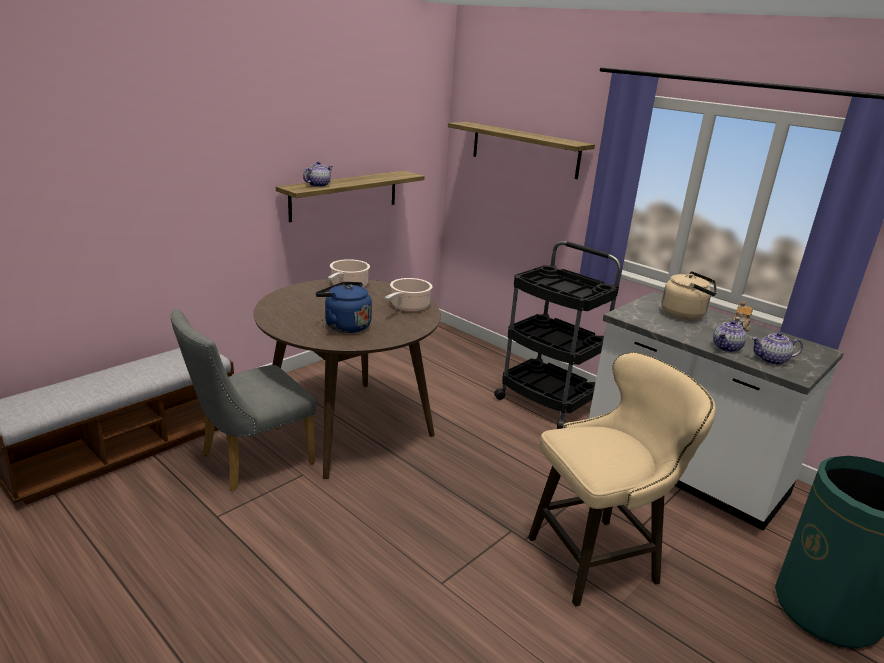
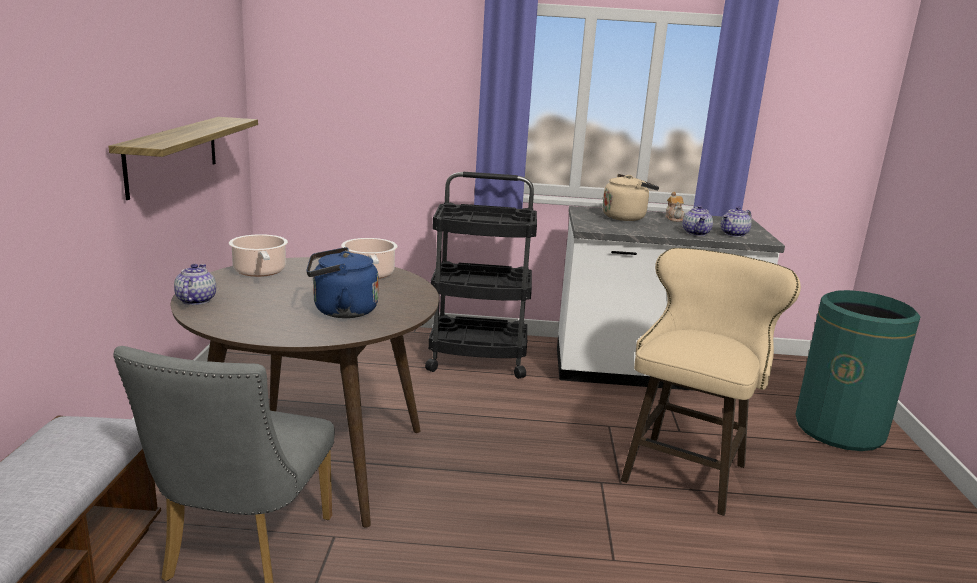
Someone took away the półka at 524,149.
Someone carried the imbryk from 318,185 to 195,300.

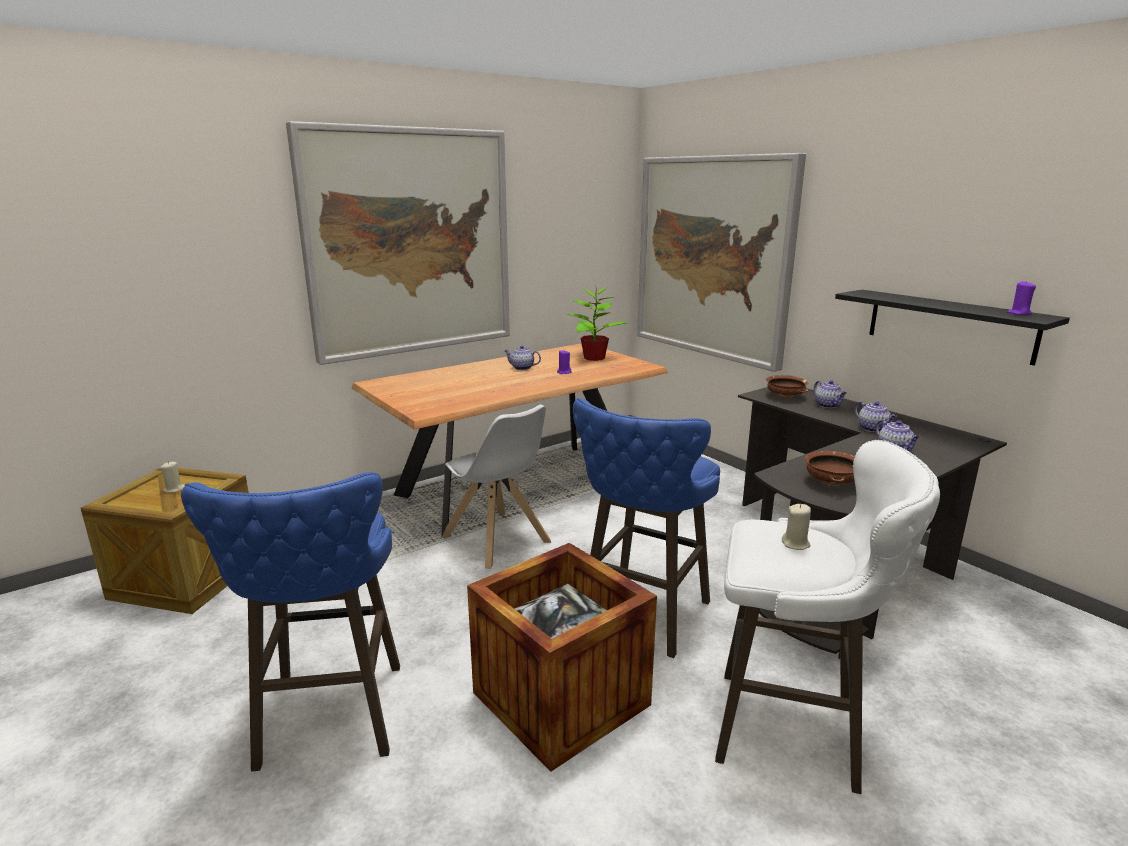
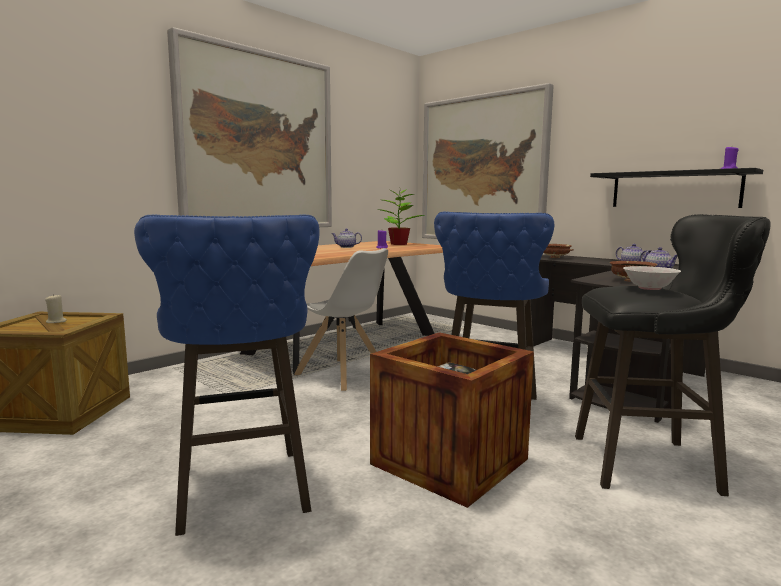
Someone took away the imbryk at 828,405.
Someone repainted the stołek/biały at 794,729, which became the stołek/czarny at 650,464.
Someone swapped the świeca/beżowy at 795,544 for the miska/biały at 649,288.

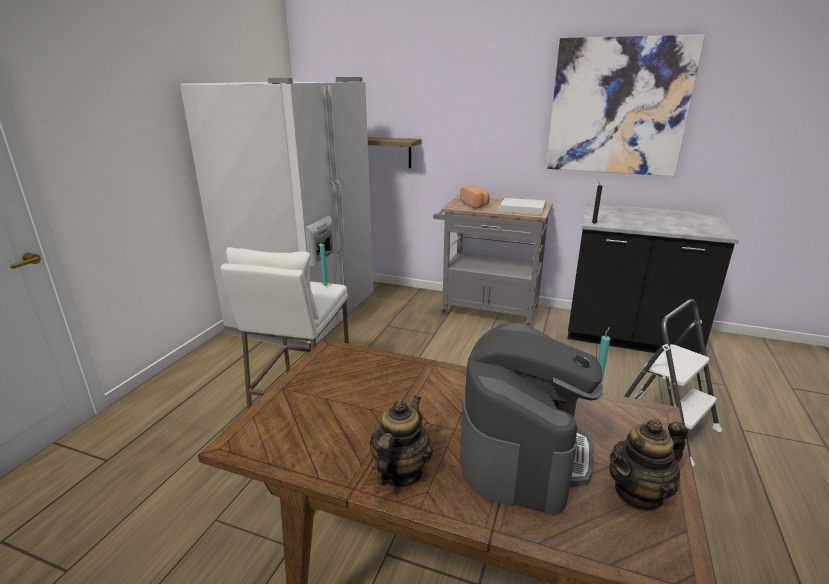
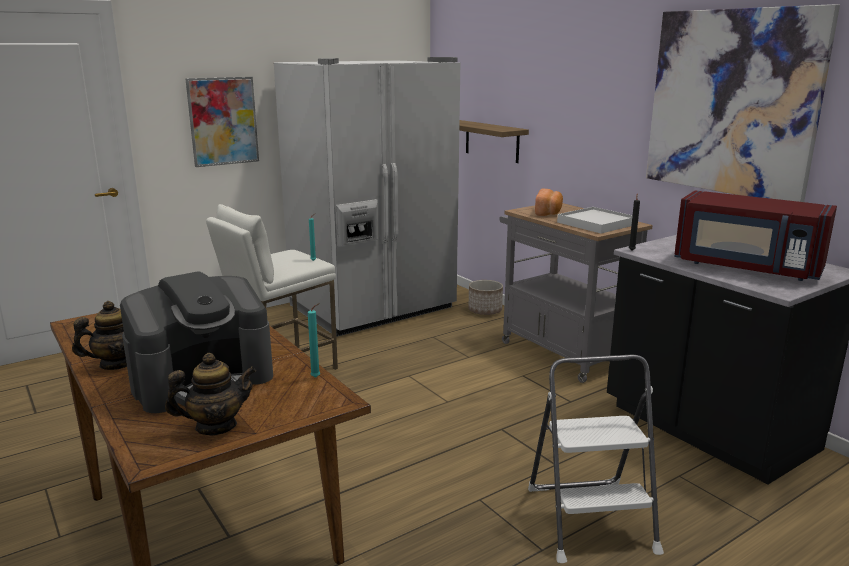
Someone rotated the imbryk at 639,493 by 150 degrees clockwise.
Someone put up the obraz at 223,121.
Someone put down the mikrofalówka/czerwony at 746,268.
Someone put down the donica at 485,311.

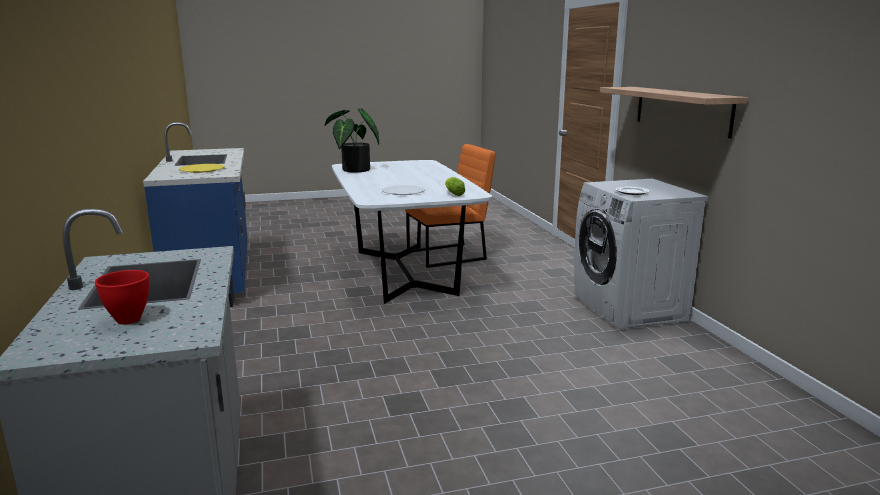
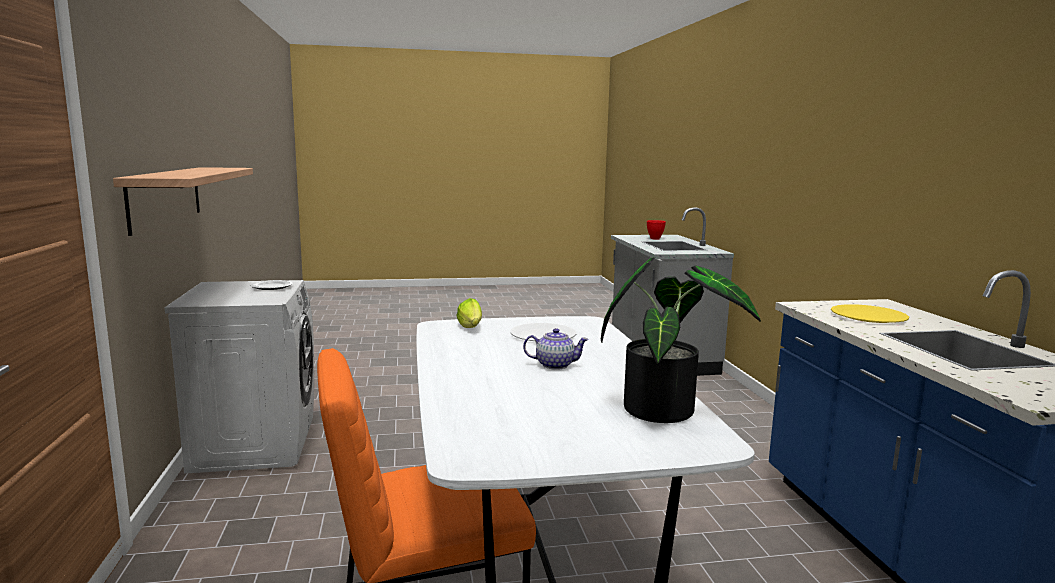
Someone put down the imbryk at 554,365.

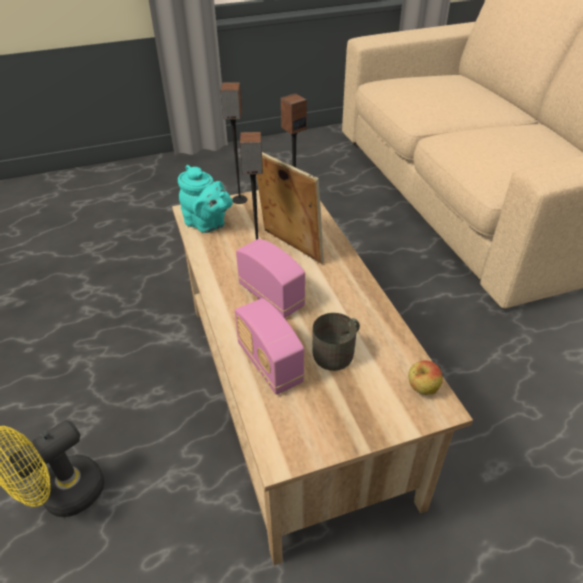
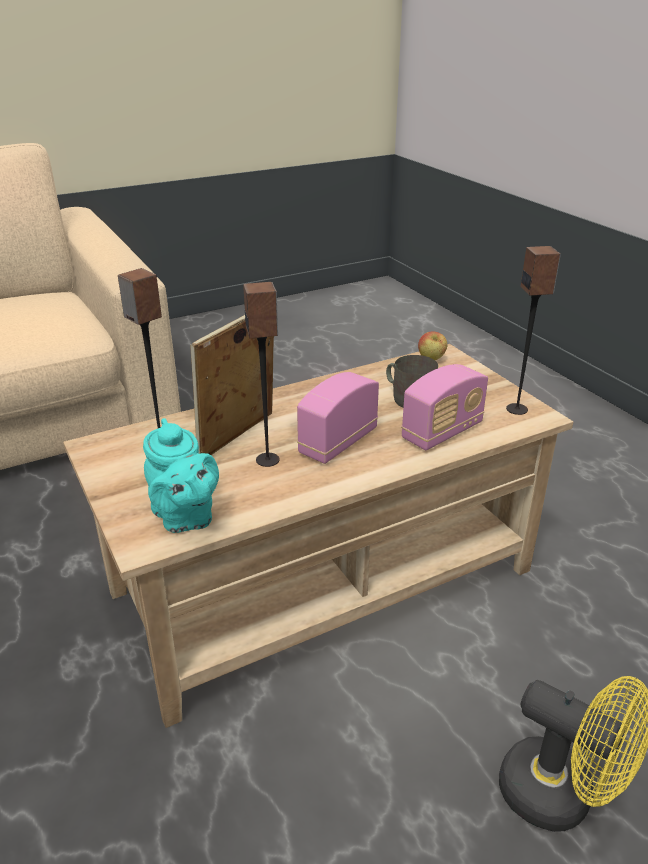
Someone carried the głośnik from 239,200 to 517,409.
Someone rotated the imbryk/turkusowy at 207,224 by 120 degrees clockwise.

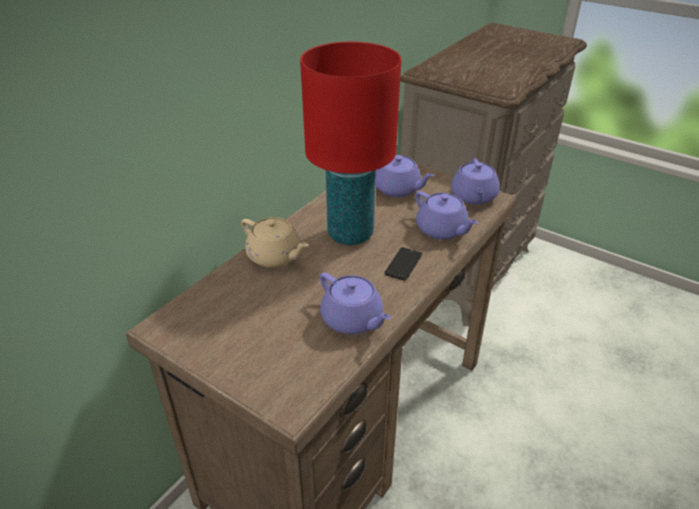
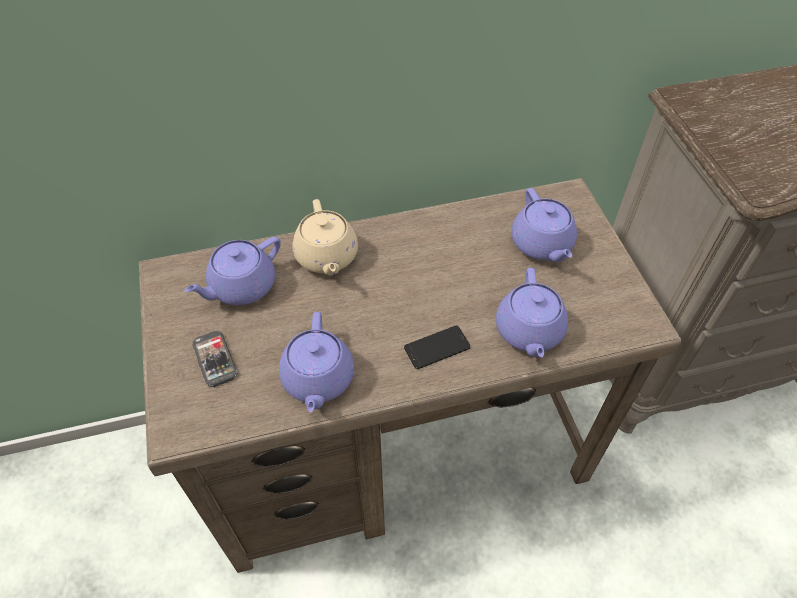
Someone took away the lampa stołowa/czerwony at 350,234.
Someone carried the imbryk/fioletowy from 473,197 to 241,286.
Someone put down the telefon at 215,359.

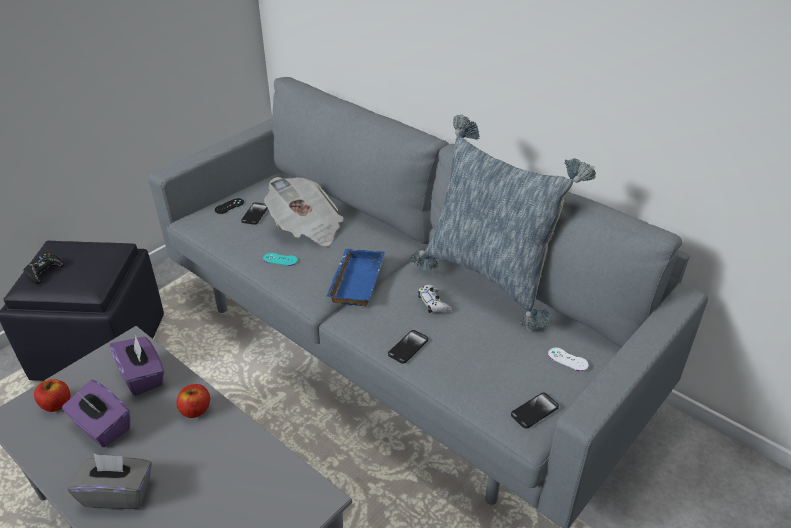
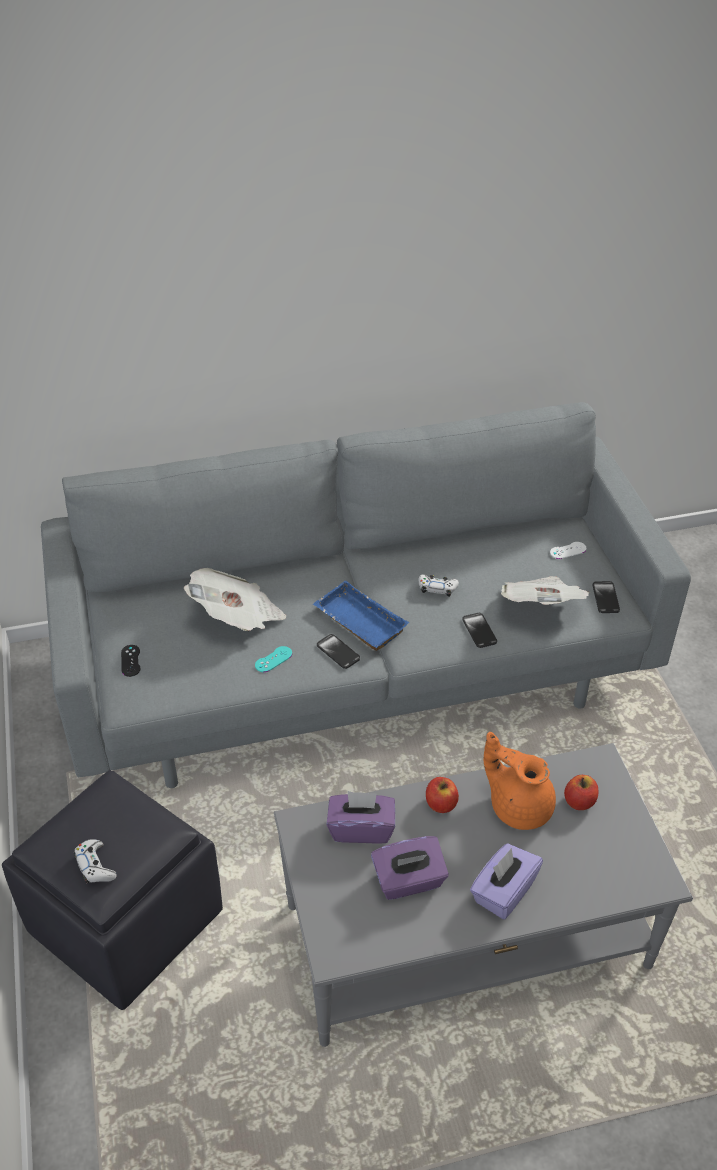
Someone took away the poduszka at 489,285.
Someone carried the telefon from 255,214 to 338,652.
Someone repainted the pad do gier/czarny at 44,272, which became the pad do gier/biały at 95,866.
Someone carried the jabłko from 56,404 to 579,801.
Someone repainted the pudełko chusteczek/szary at 118,493, which became the pudełko chusteczek/fioletowy at 503,892.
Someone put down the gazeta at 541,608.
Someone put down the imbryk/pomarańczowy at 518,806.

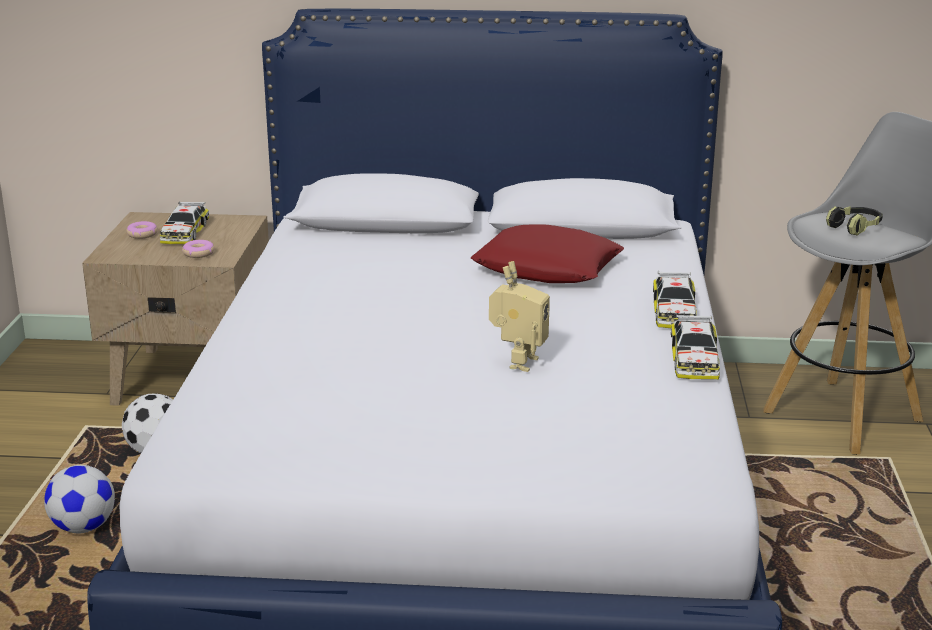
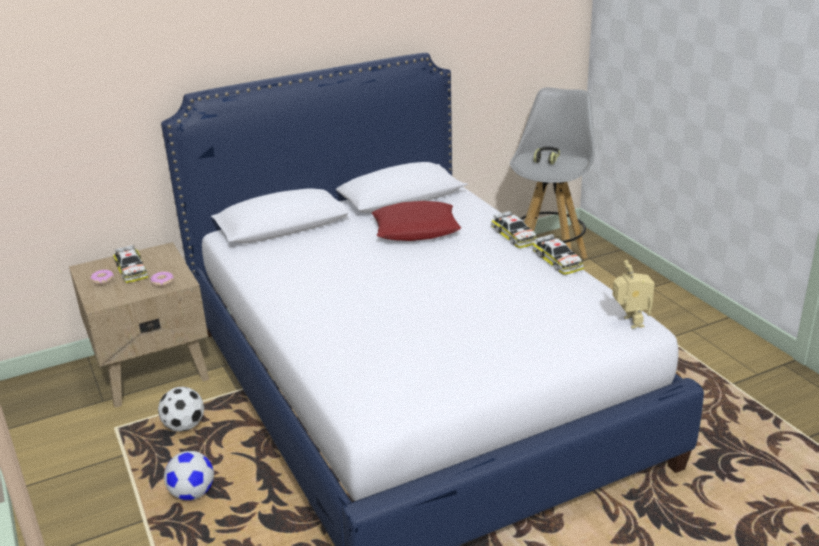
Someone carried the robot zabawkowy from 517,362 to 630,322.

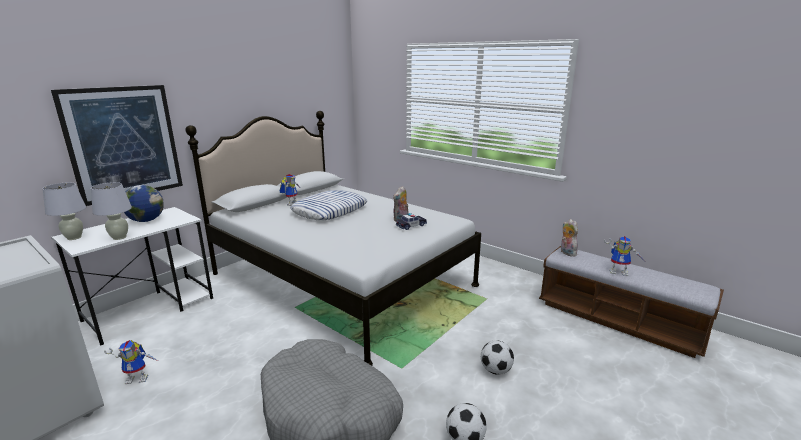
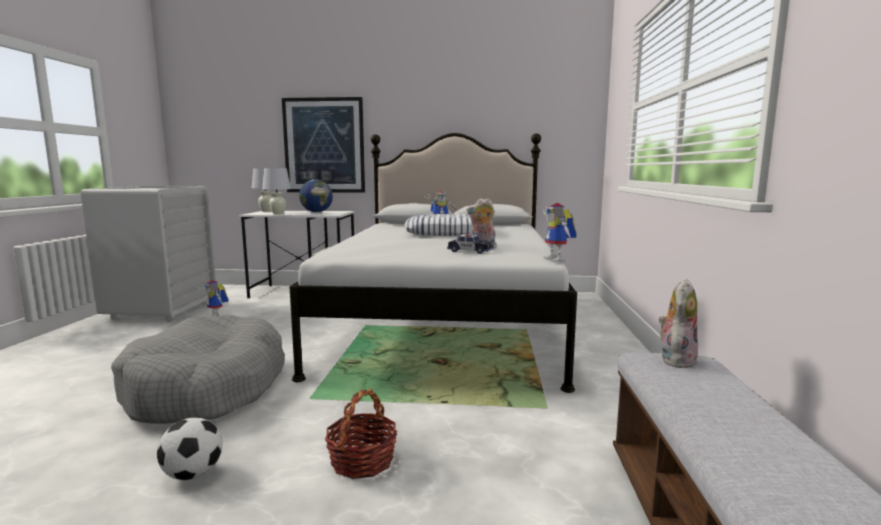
Someone carried the robot zabawkowy from 619,272 to 558,260.
Someone swapped the piłka futbolowa at 496,370 for the koszyk at 362,461.

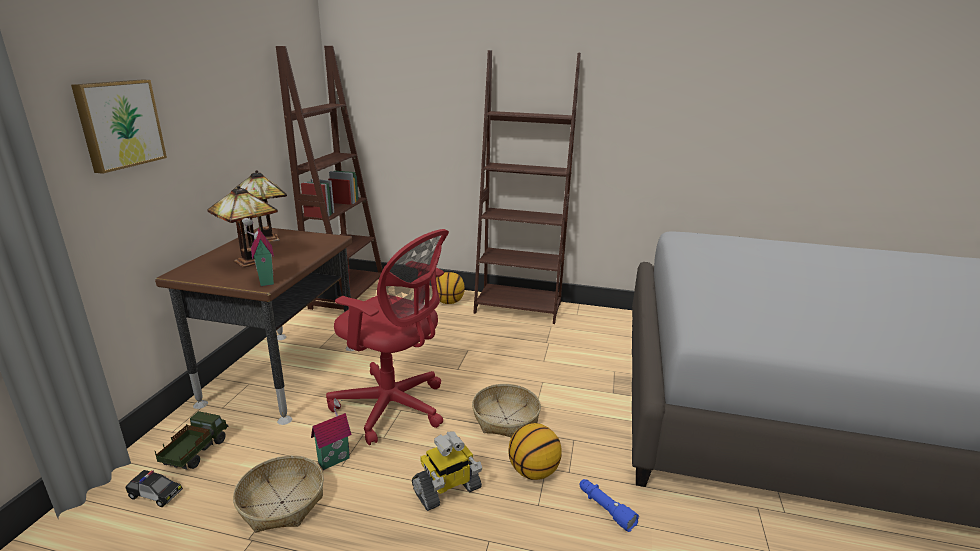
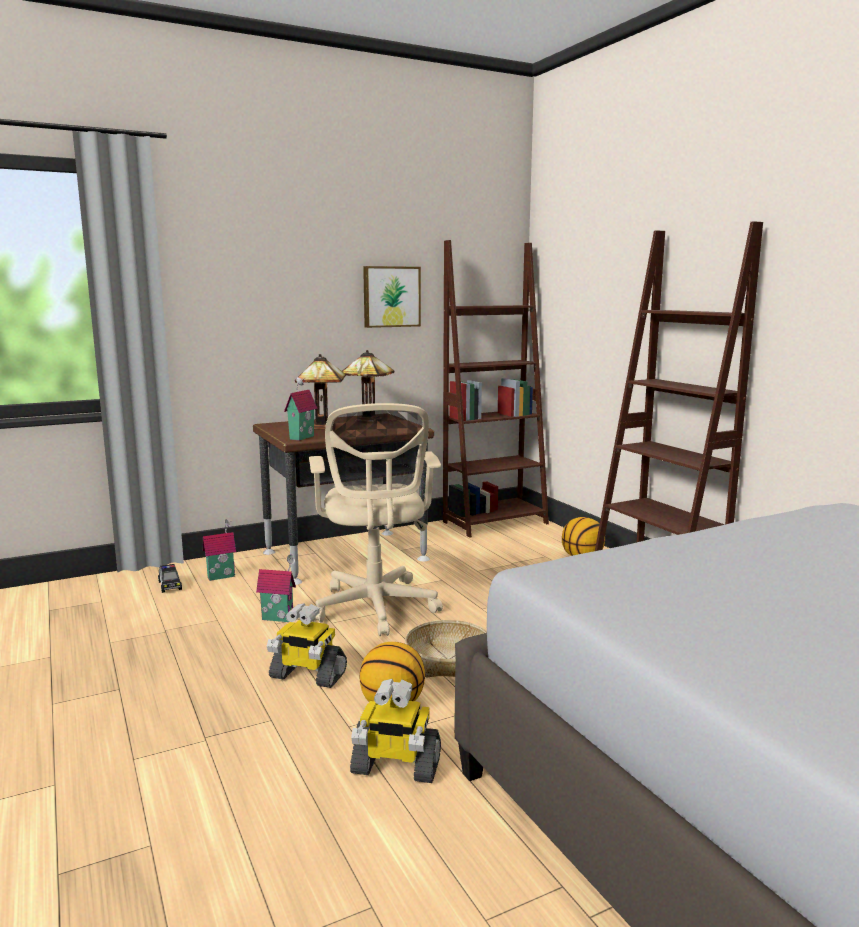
Someone carried the obraz from 119,124 to 391,296.
Someone repainted the krzesło biurowe/czerwony at 394,408, which became the krzesło biurowe/beżowy at 376,609.
Someone swapped the ciężarówka zabawkowa at 196,453 for the domek at 221,576.
Someone took away the koszyk at 282,502.
Someone swapped the latarka/niebieski at 605,509 for the robot zabawkowy at 395,767.

